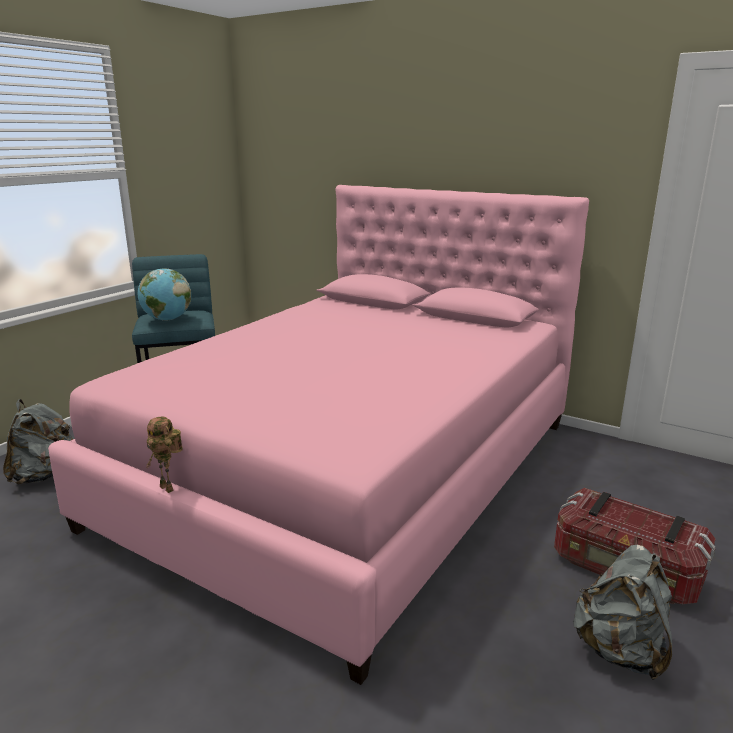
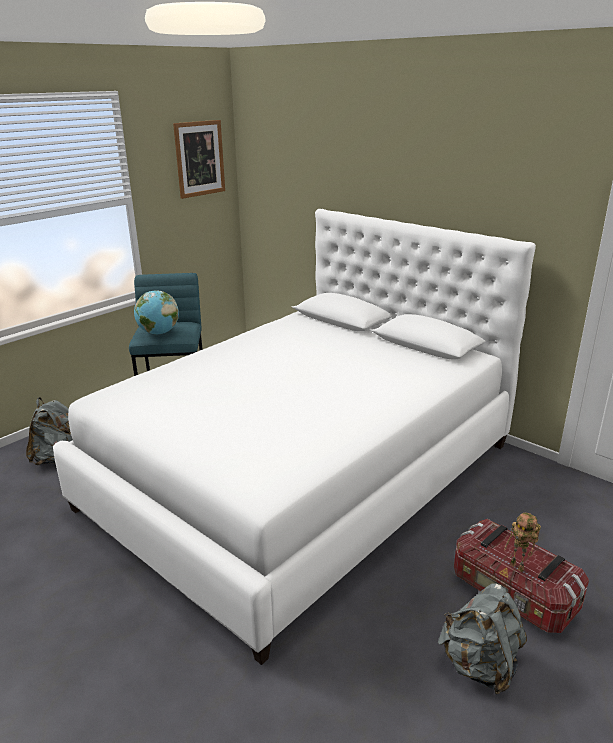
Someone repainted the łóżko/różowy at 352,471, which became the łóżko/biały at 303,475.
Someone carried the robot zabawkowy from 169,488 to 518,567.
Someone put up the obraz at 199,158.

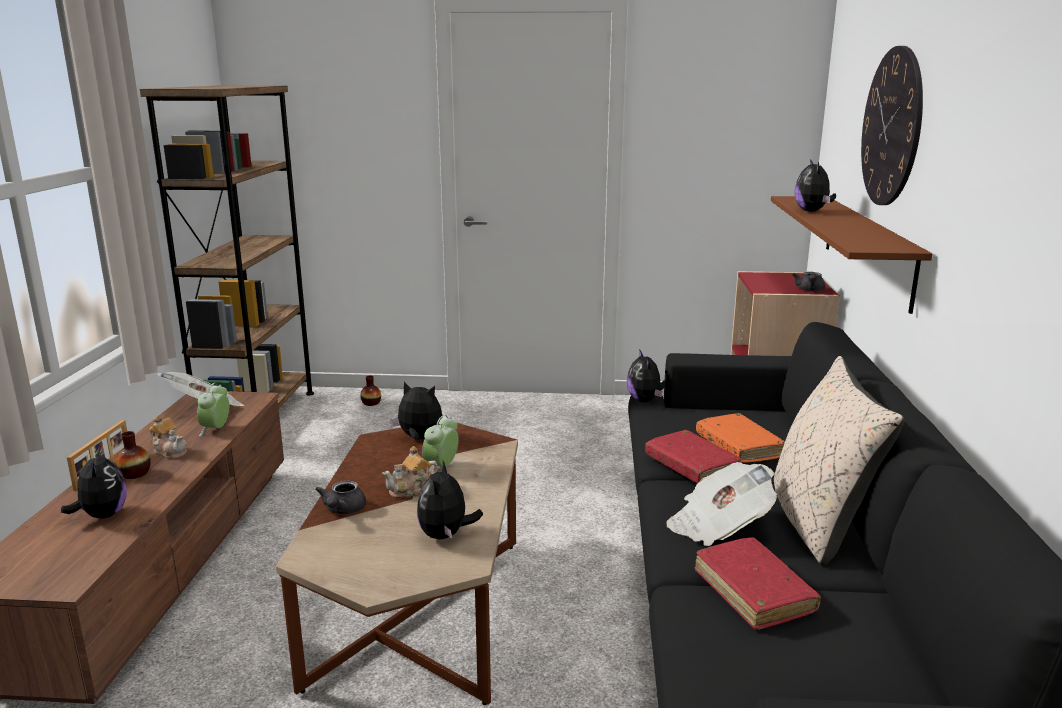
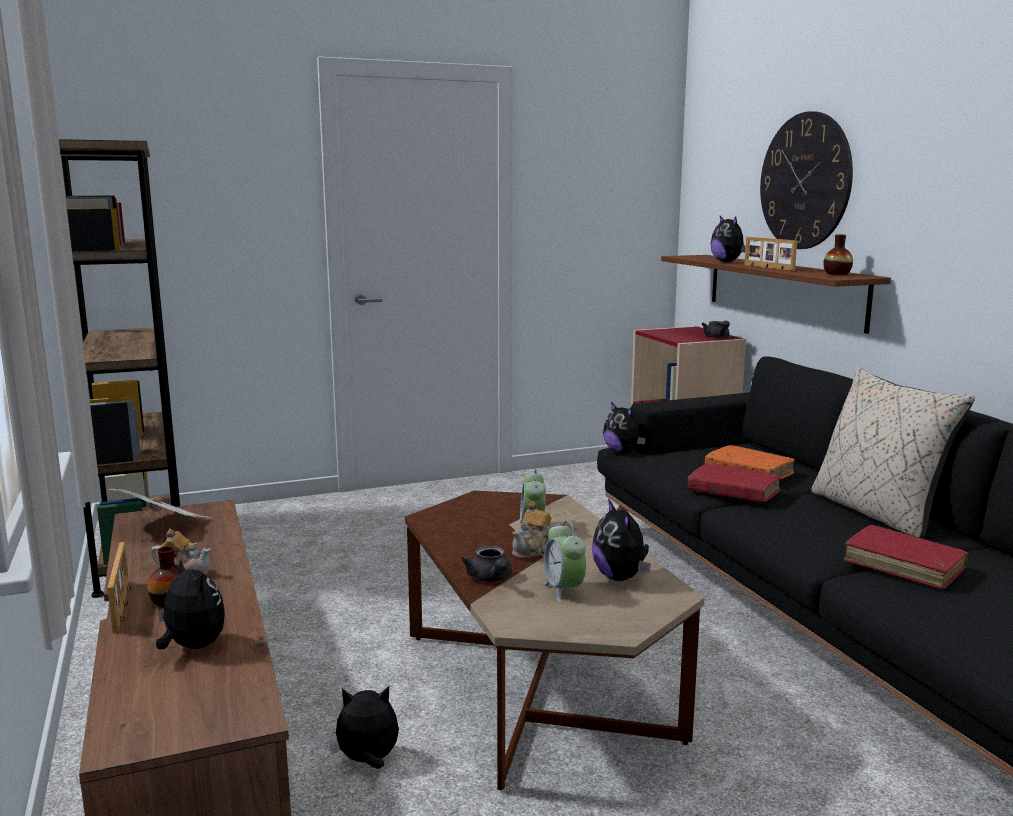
Someone carried the wazon from 371,403 to 837,274.
Someone carried the pluszak from 419,439 to 368,761.
Someone carried the budzik from 216,429 to 564,590.
Someone took away the gazeta at 718,526.
Someone put down the ramka na zdjęcie at 767,267.

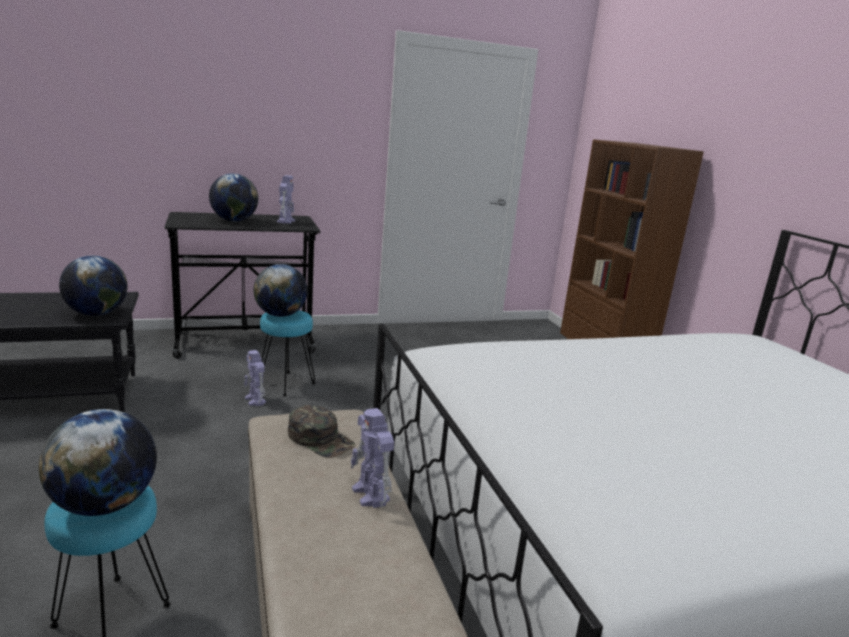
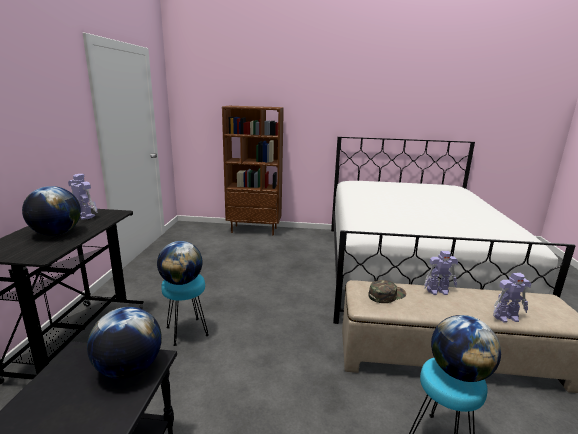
Someone carried the robot zabawkowy from 255,400 to 506,317.

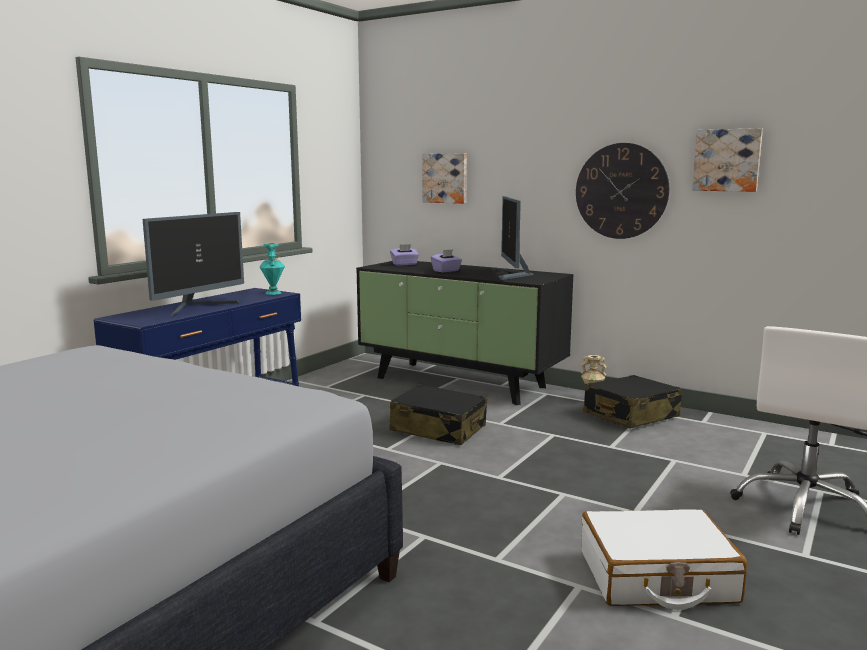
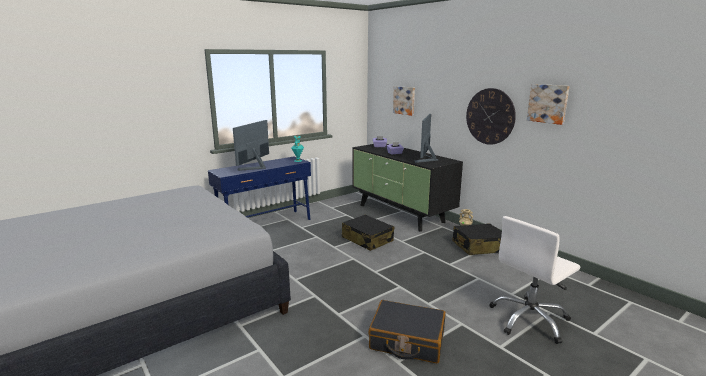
Someone rotated the monitor at 198,307 by 150 degrees clockwise.
Someone repainted the walizka/biały at 656,577, which became the walizka/czarny at 407,340.

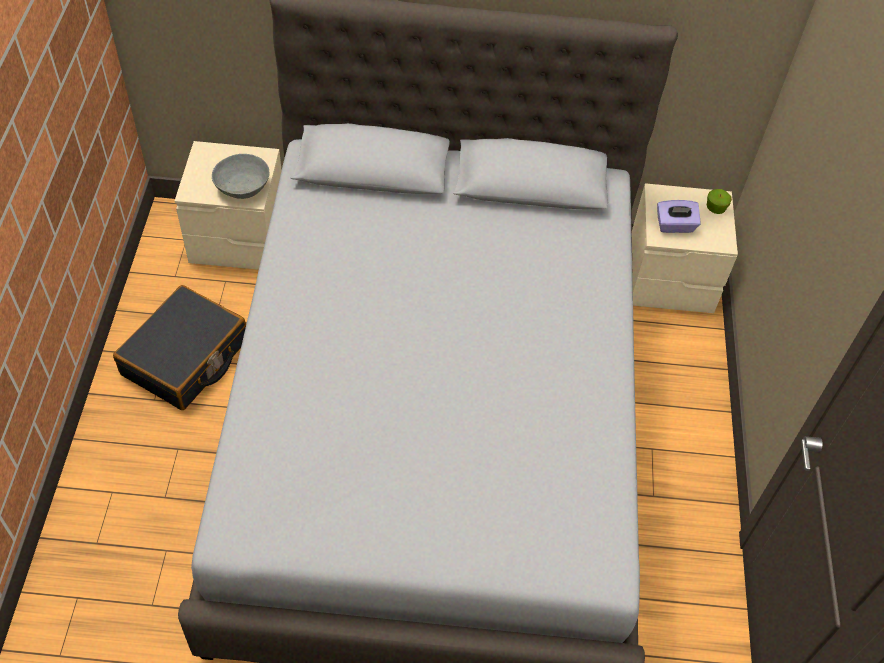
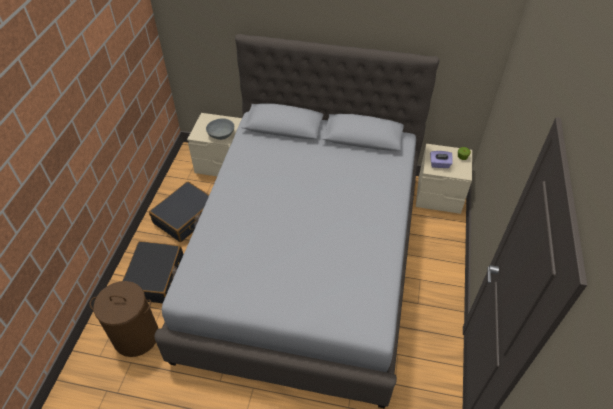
Someone put down the walizka/czarny at 155,278.
Someone put down the kosz na pranie/brązowy at 136,336.

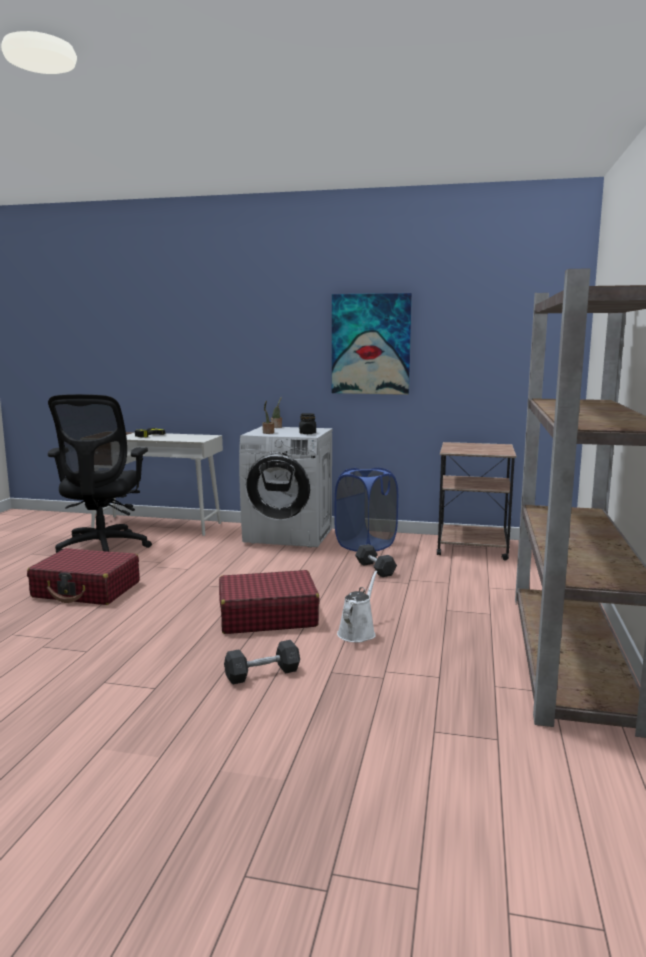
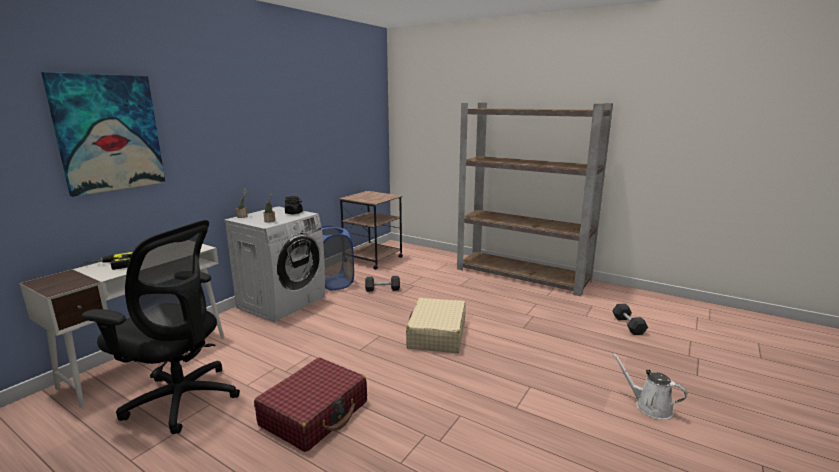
Someone carried the obraz from 371,344 to 109,133.
Someone repainted the walizka/czerwony at 267,616, which became the walizka/beżowy at 436,334.
Someone carried the konewka/biały from 358,632 to 649,406.
Someone carried the hantel/szary from 262,674 to 628,325.

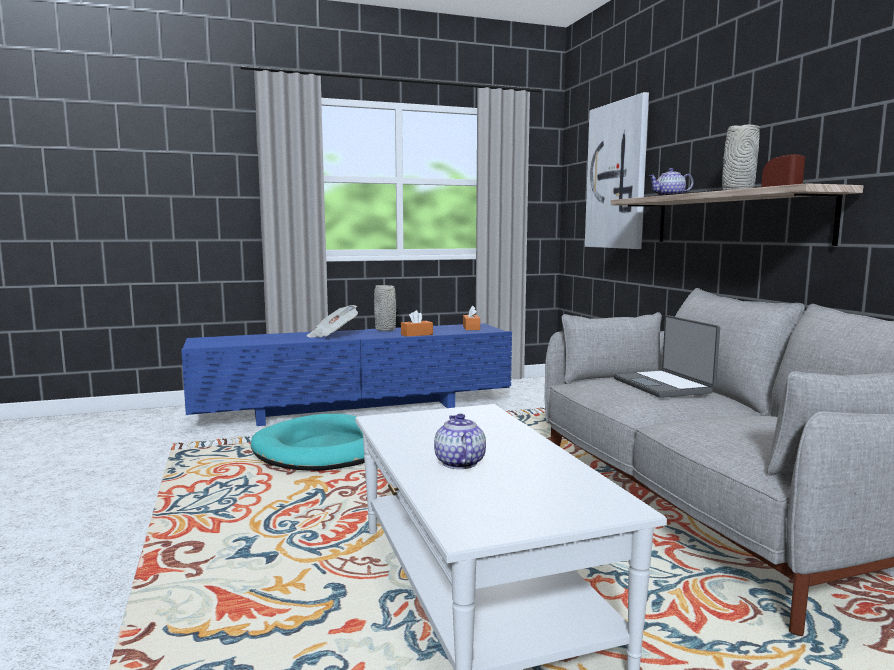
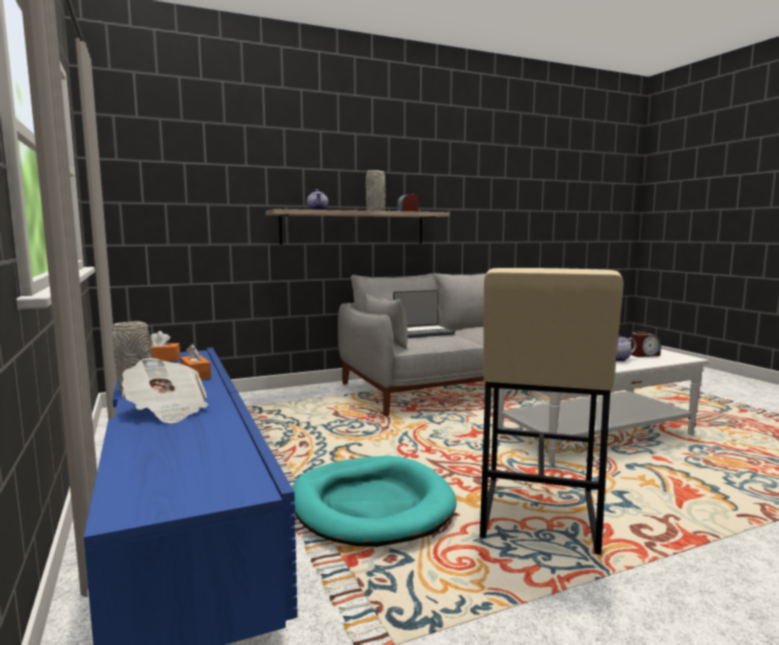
Someone took away the obraz at 617,176.
Someone put down the stołek/beżowy at 539,517.
Someone put down the budzik at 644,355.

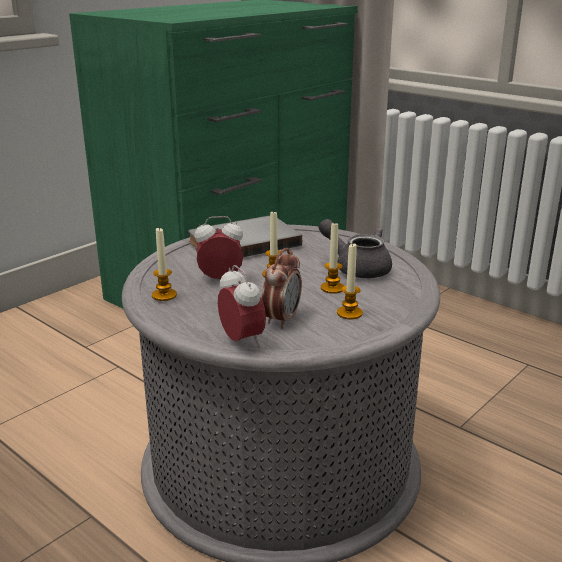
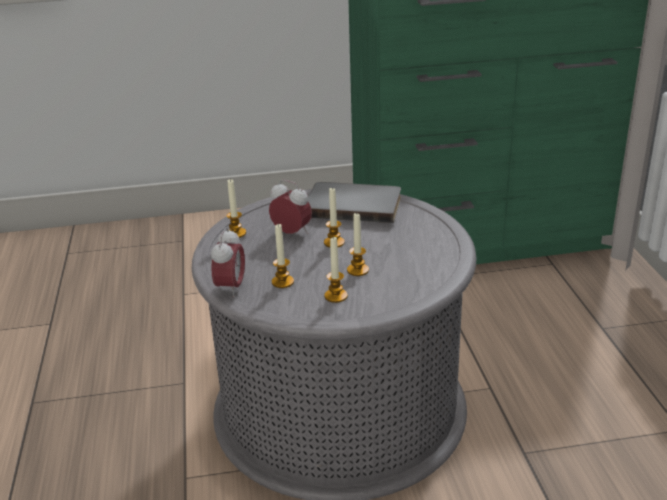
Someone took away the imbryk/szary at 357,267.
Someone swapped the budzik at 281,319 for the świeca at 282,282.

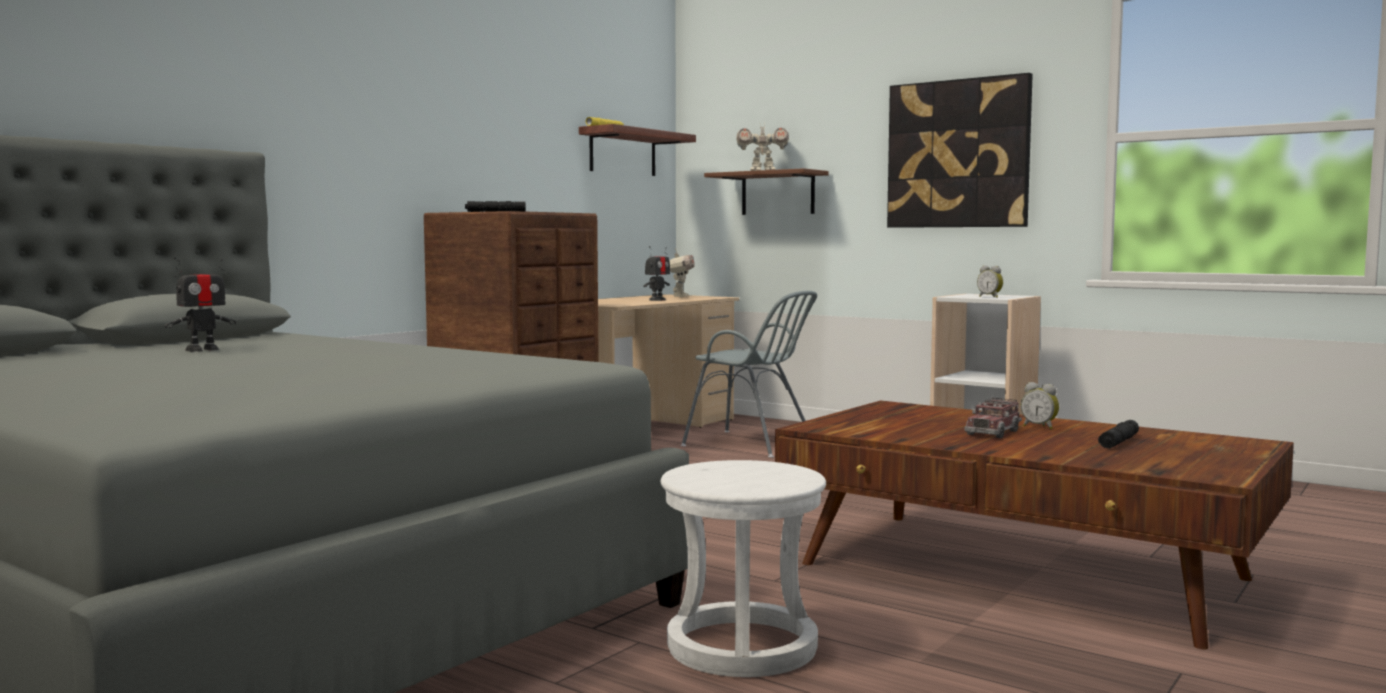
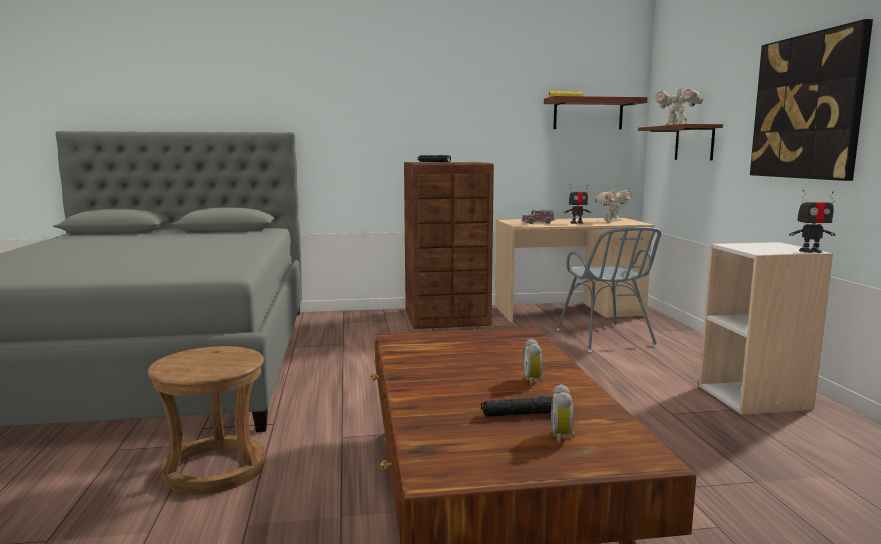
Someone carried the robot zabawkowy from 203,350 to 810,251.
Someone carried the budzik from 990,297 to 563,437.
Someone carried the ciężarówka zabawkowa from 993,432 to 538,223.
Someone repainted the stołek/biały at 743,646, which became the stołek/brązowy at 215,469.

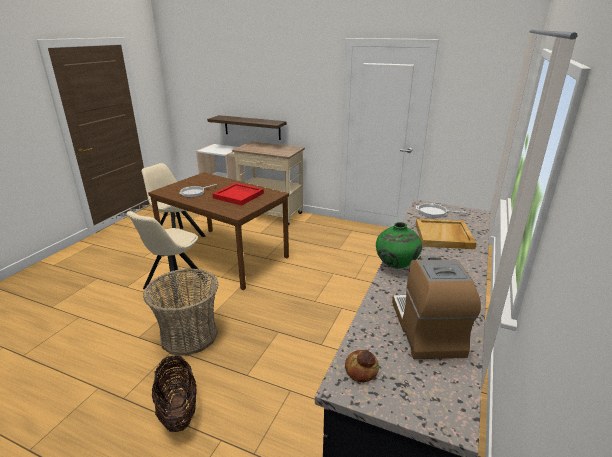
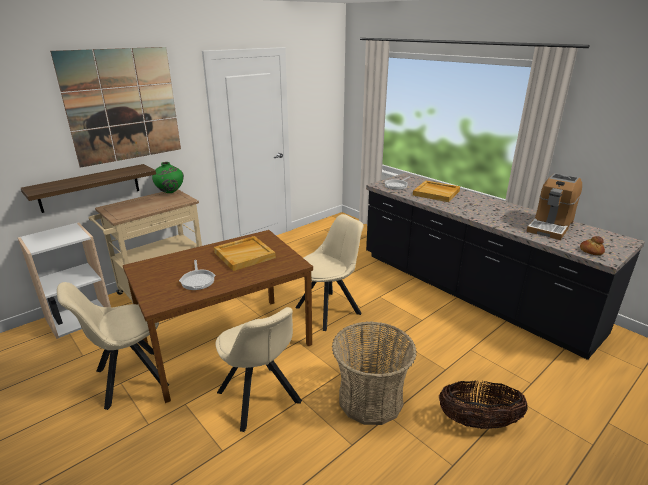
Someone repainted the taca/czerwony at 239,195, which became the taca/beżowy at 244,255.
Someone carried the wazon/zielony from 396,267 to 170,193.
Someone rotated the ekspres do kawy at 427,329 by 75 degrees counterclockwise.
Someone put up the obraz at 123,105.
Someone put down the krzesło/beżowy at 329,310.

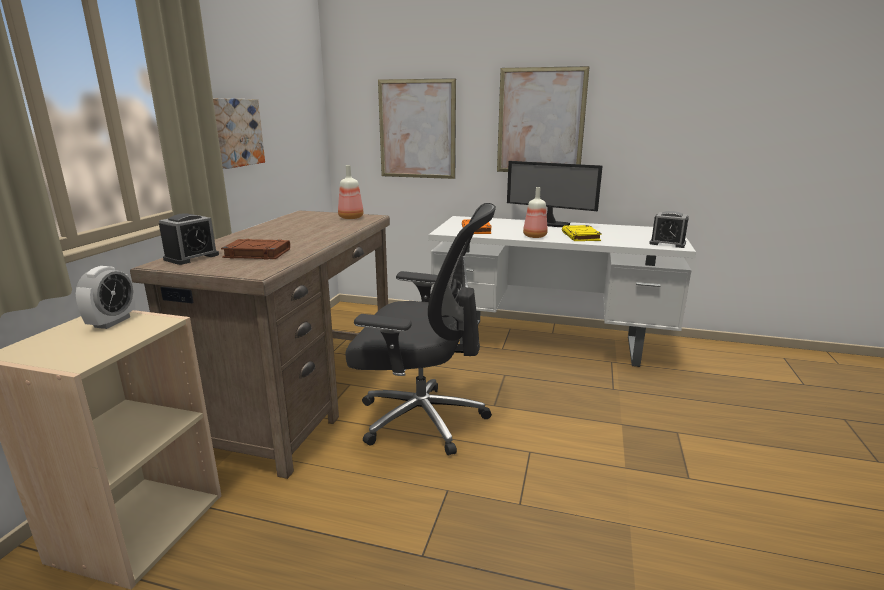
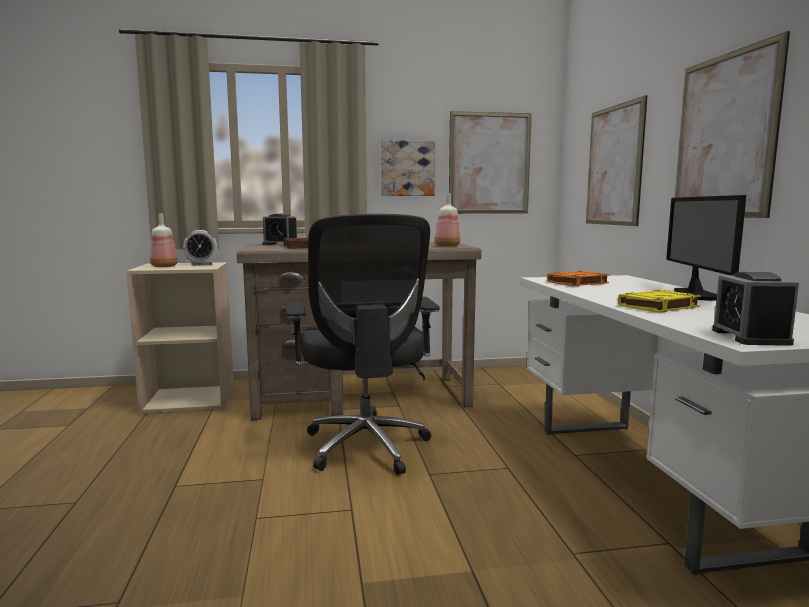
Someone carried the butelka from 534,236 to 163,266.
Someone put up the obraz at 489,163.

